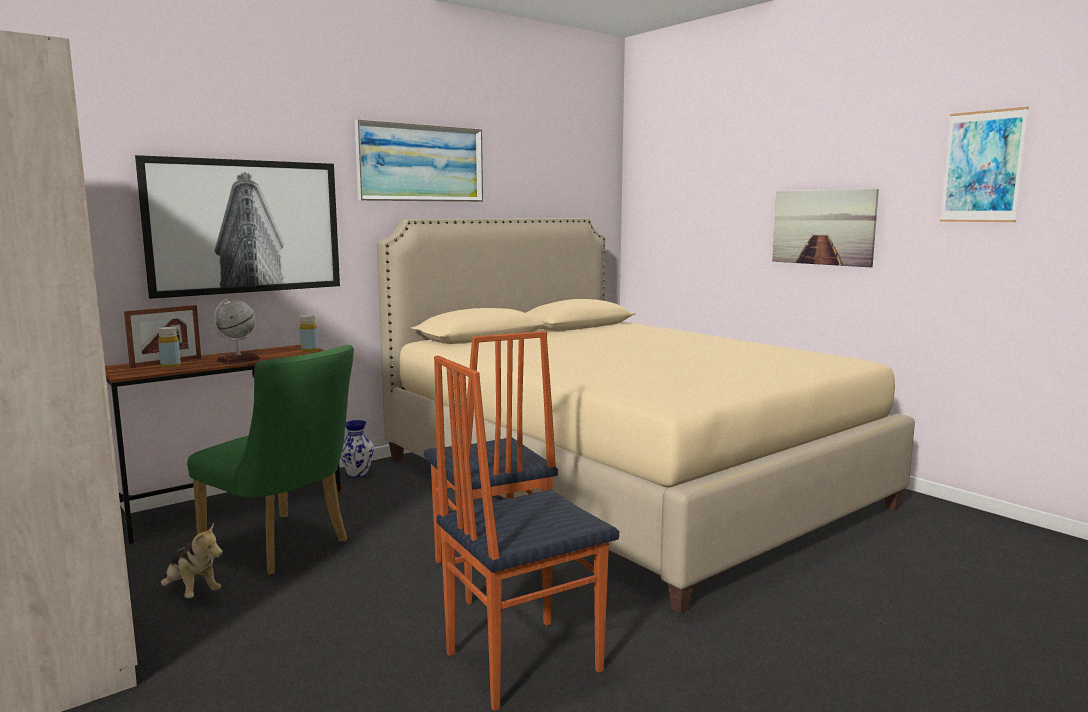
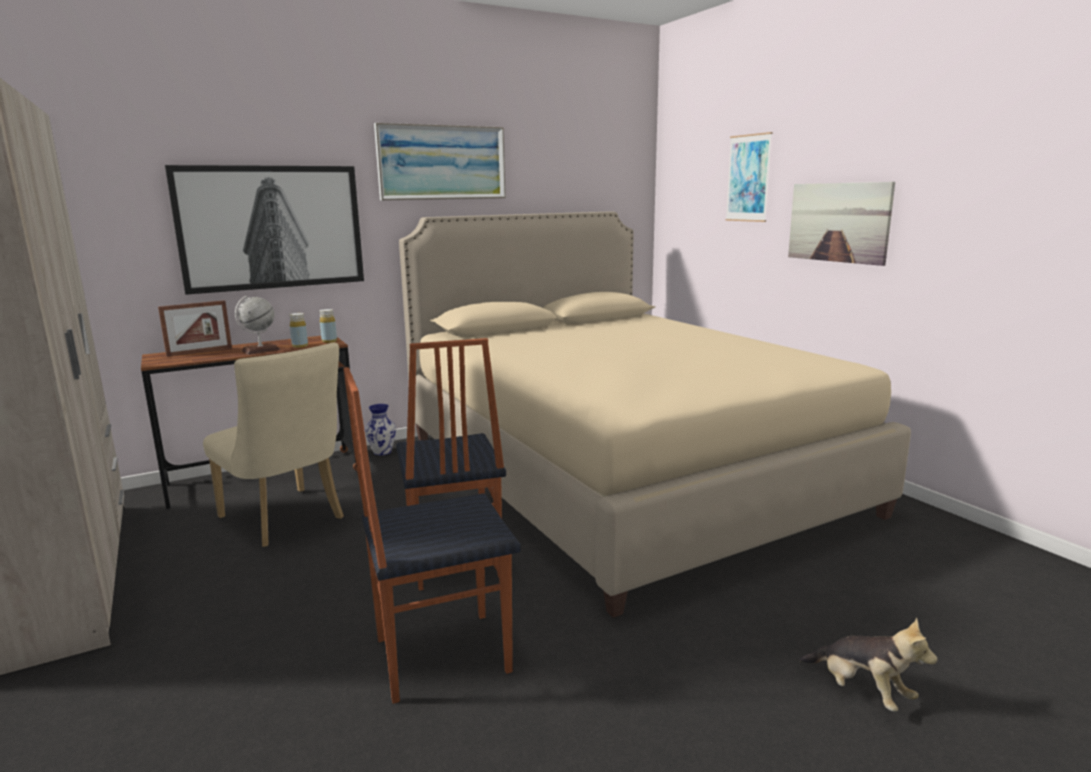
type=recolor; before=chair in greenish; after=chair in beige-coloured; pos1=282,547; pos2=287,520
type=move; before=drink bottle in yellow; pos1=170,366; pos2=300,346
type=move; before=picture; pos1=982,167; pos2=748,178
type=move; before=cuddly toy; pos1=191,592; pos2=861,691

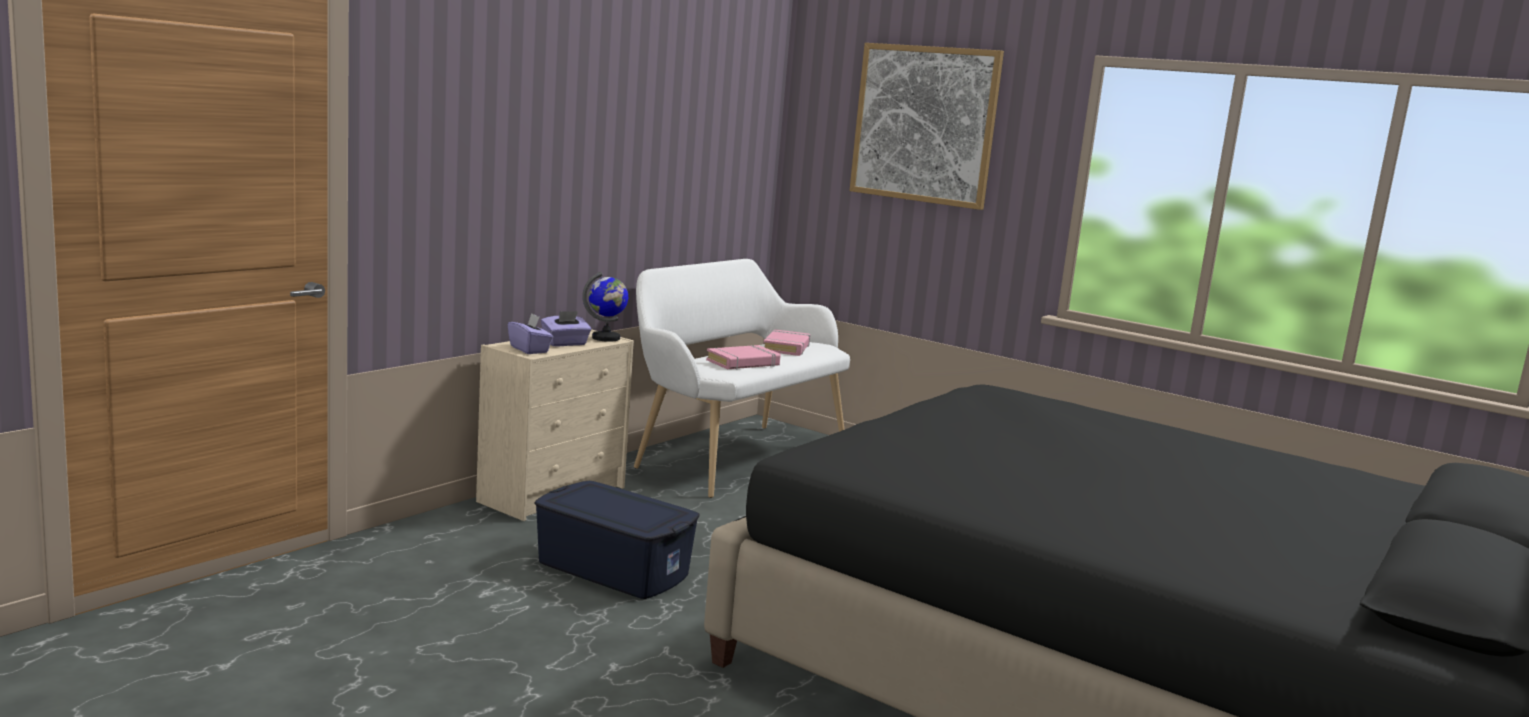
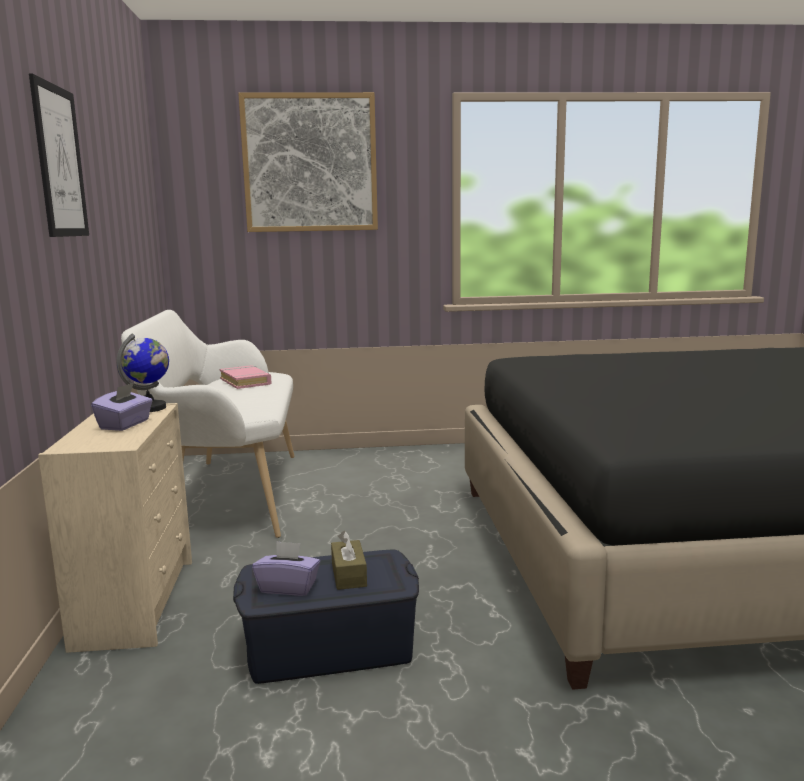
type=insert; after=picture; pos2=60,162
type=move; before=tissue holder in purple-coloured; pos1=529,349; pos2=288,587
type=insert; after=tissue holder in brown; pos2=349,575
type=delete; before=bound book in pinkish; pos1=743,363

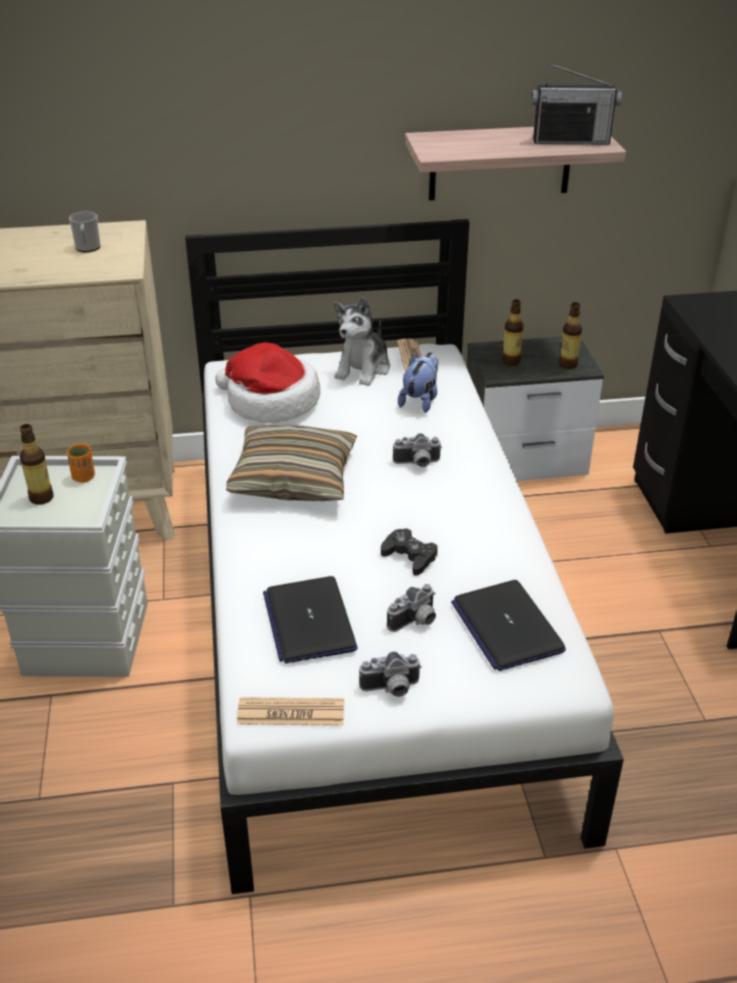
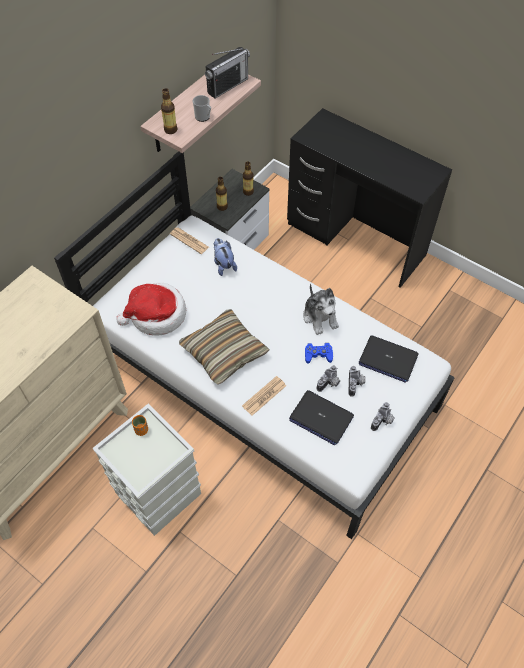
type=move; before=drink bottle; pos1=41,498; pos2=170,130
type=move; before=tea mug; pos1=87,248; pos2=203,117
type=move; before=daily paper; pos1=291,713; pos2=264,396
type=move; before=cuddly toy; pos1=363,369; pos2=320,317
type=recolor; before=joypad in blackish; after=joypad in bluish; pos1=409,557; pos2=318,355
type=move; before=photo camera; pos1=417,464; pos2=329,383

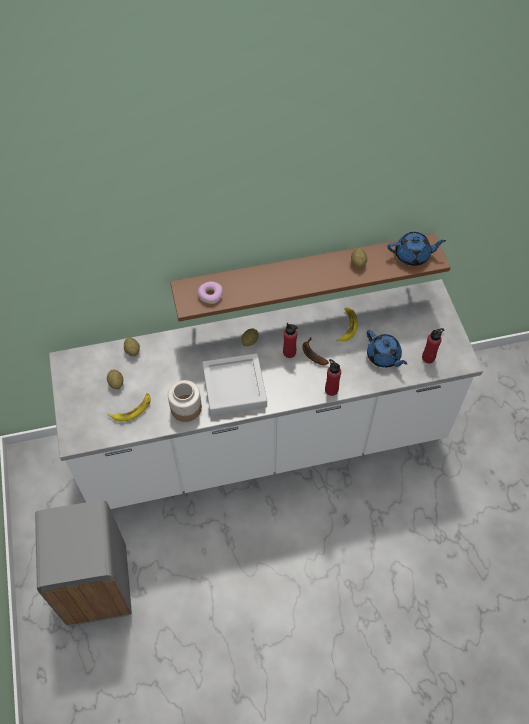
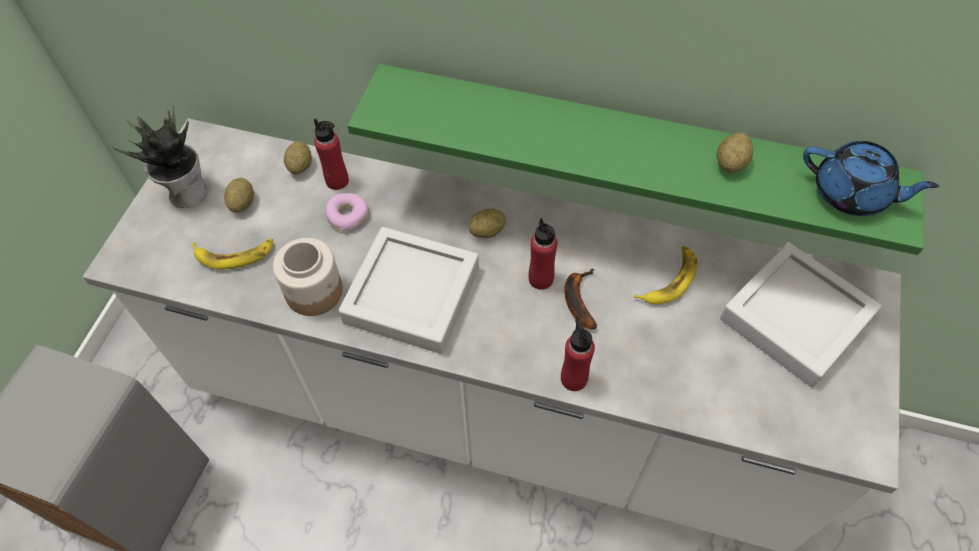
type=insert; after=plant in a pot; pos2=187,192
type=move; before=drink bottle in red-coloured; pos1=428,357; pos2=337,181
type=move; before=donut; pos1=210,295; pos2=347,215
type=recolor; before=bracket shelf in brown; after=bracket shelf in greenish; pos1=304,272; pos2=629,146
type=insert; after=serving tray in grey; pos2=795,318
type=delete; before=pot for tea in bluish; pos1=383,357

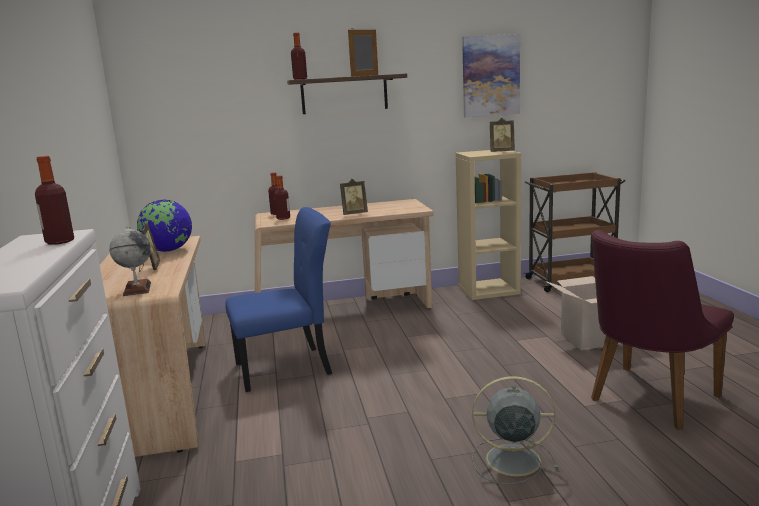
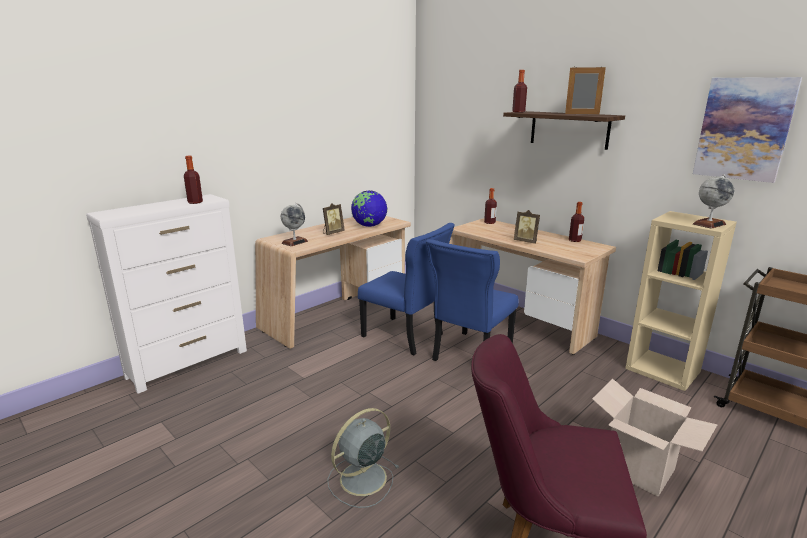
type=rotate; before=fan in grey; pos1=510,460; pos2=361,479; turn=-105
type=insert; after=chair in bluish; pos2=470,355
type=move; before=drink bottle; pos1=283,218; pos2=575,240
type=replace; before=picture frame; after=desk globe; pos1=501,152; pos2=709,224

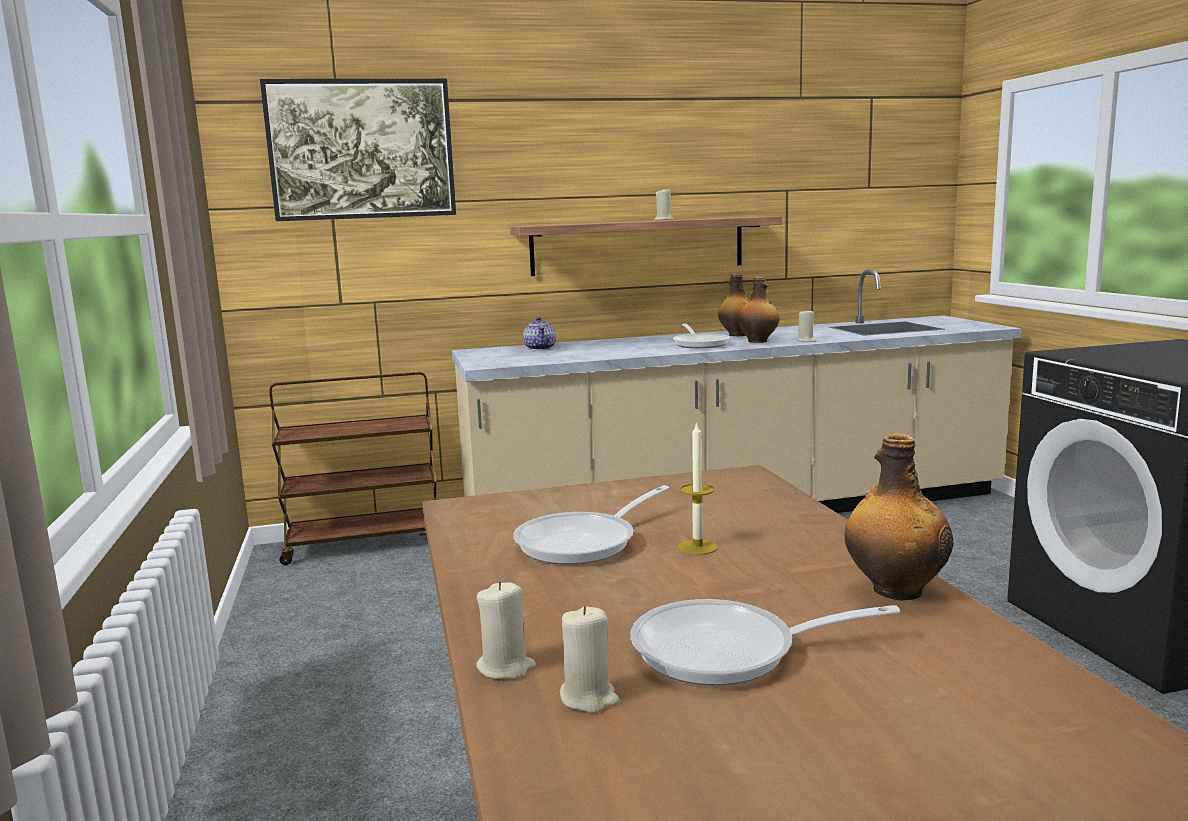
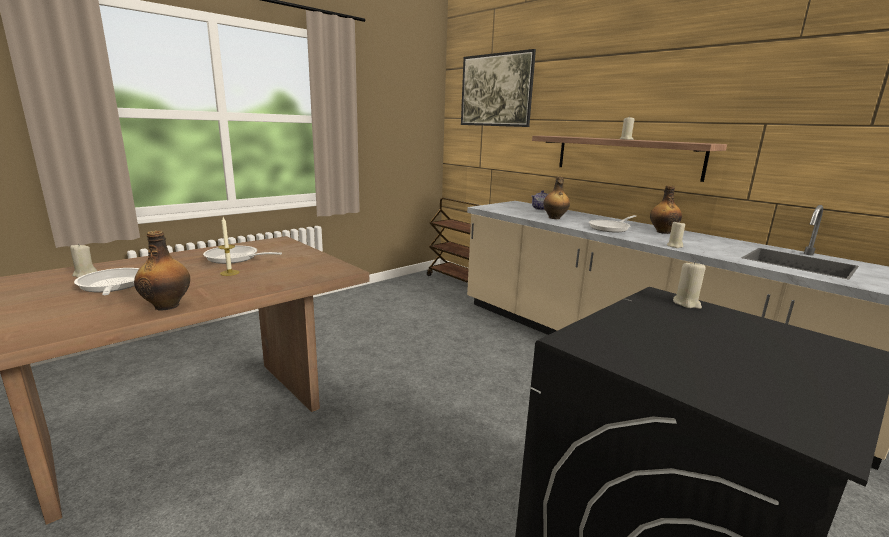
type=move; before=drink bottle; pos1=758,341; pos2=554,218
type=move; before=candle in beige-coloured; pos1=506,667; pos2=686,303

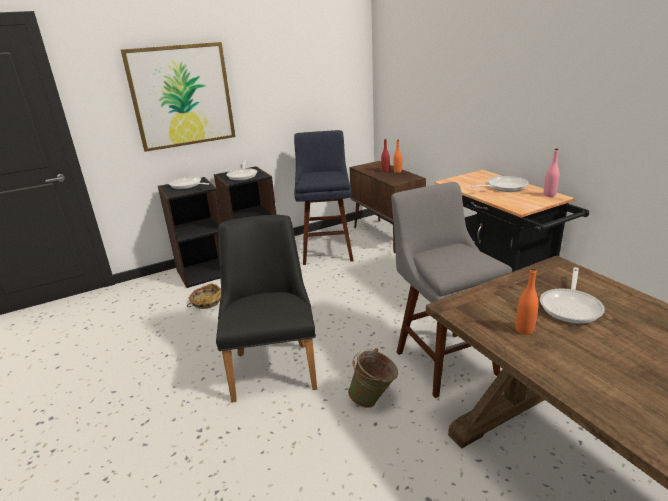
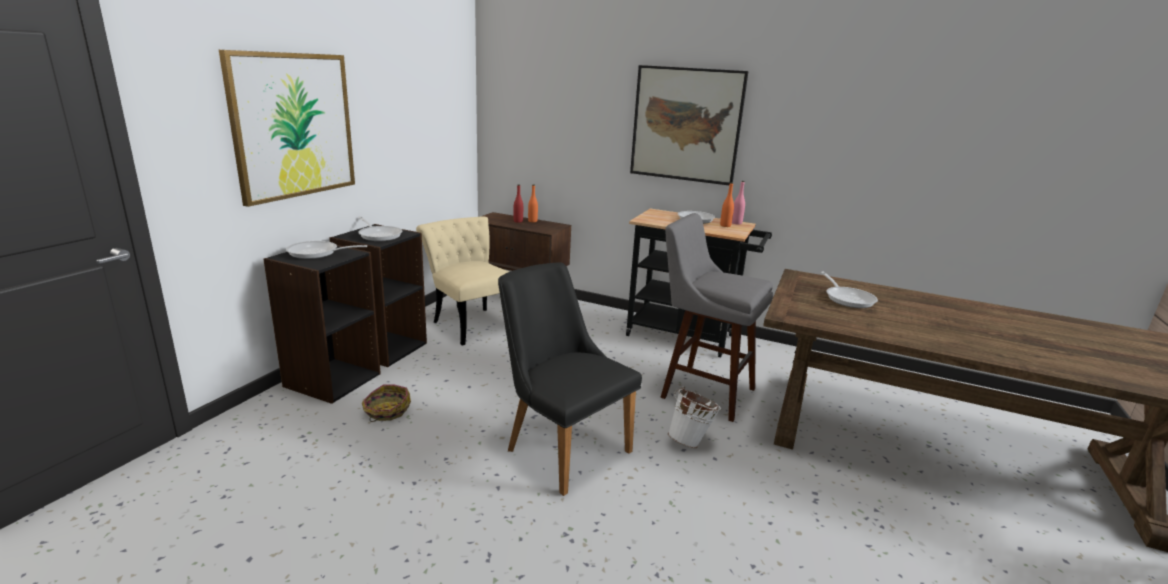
type=replace; before=sitting stool in bluish; after=chair in beige-coloured; pos1=327,250; pos2=470,323
type=insert; after=picture; pos2=686,125
type=recolor; before=bucket in greenish; after=bucket in whitish; pos1=374,400; pos2=691,441
type=move; before=drink bottle in orange; pos1=524,330; pos2=725,225

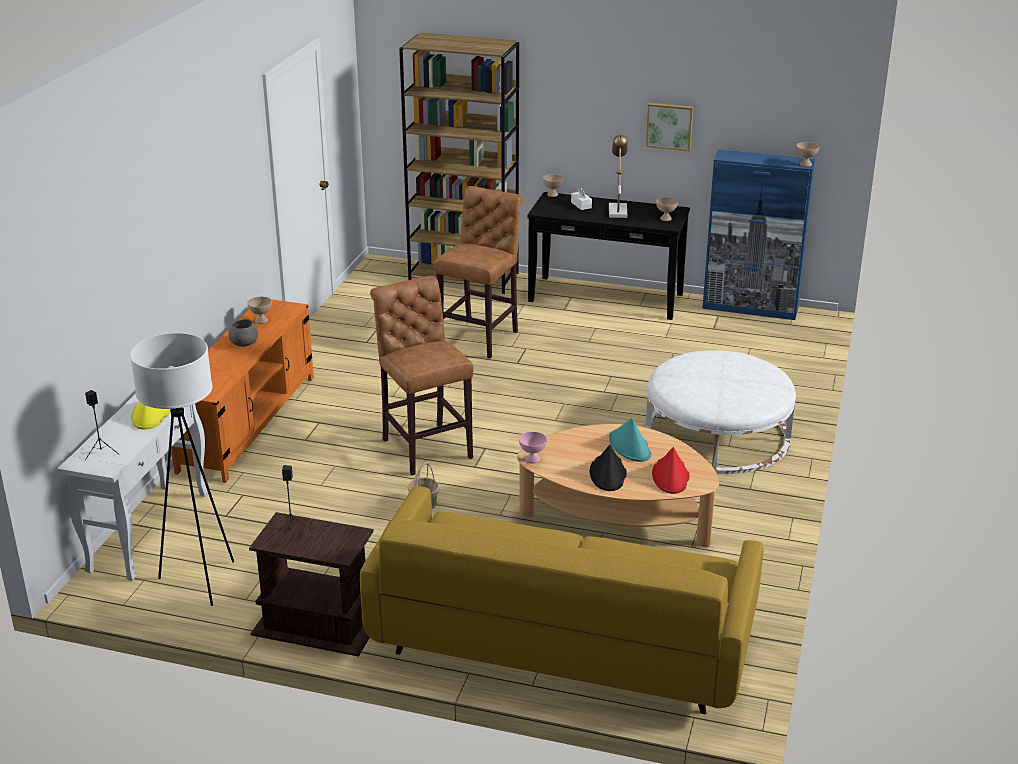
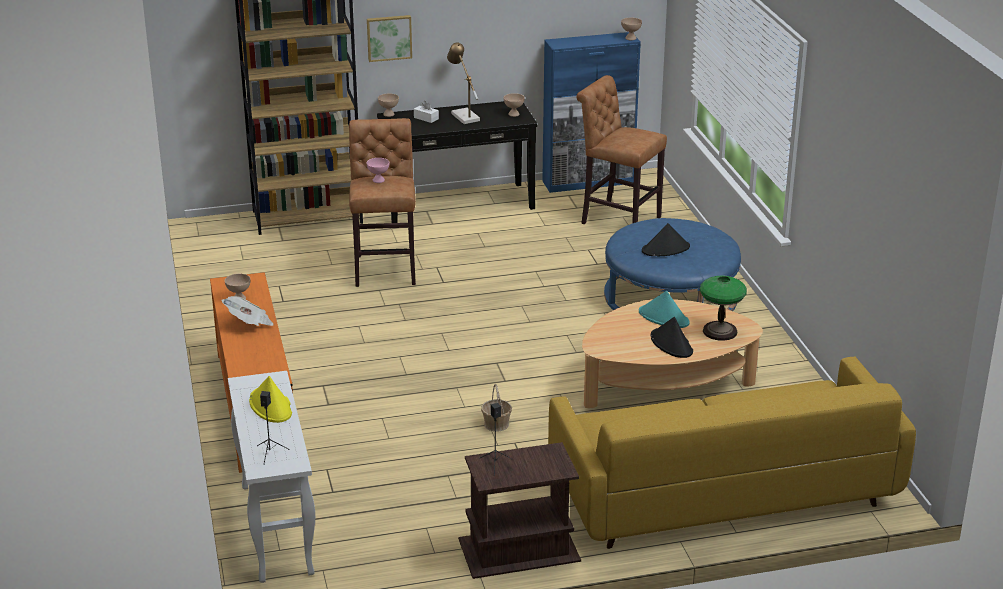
type=replace; before=serving bowl in grey; after=daily paper; pos1=244,343; pos2=249,323
type=move; before=serving bowl in pinkish; pos1=532,459; pos2=378,180
type=move; before=picture; pos1=669,126; pos2=389,37
type=move; before=sitting stool in brown; pos1=425,446; pos2=617,219
type=recolor; before=ottoman in whitish; after=ottoman in bluish; pos1=717,434; pos2=670,295
type=insert; after=clothing hat in blackish; pos2=666,249
type=replace; before=clothing hat in red-coloured; after=lamp for a table; pos1=670,476; pos2=720,331
type=delete; before=floor lamp in whitish; pos1=200,581

